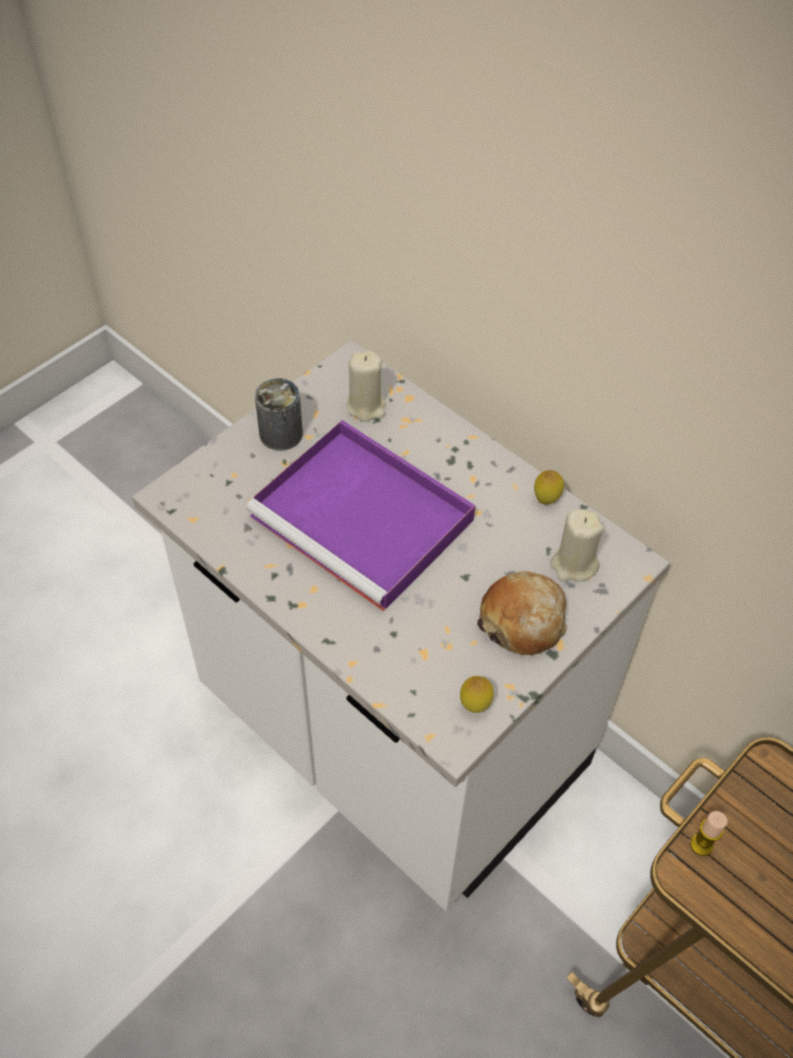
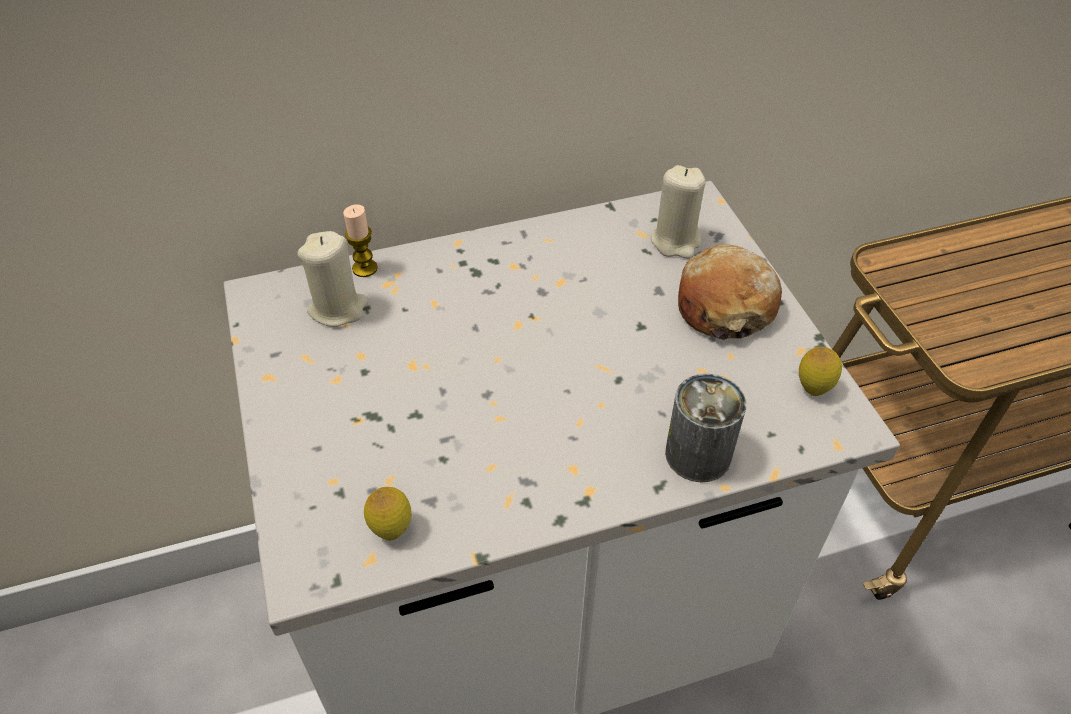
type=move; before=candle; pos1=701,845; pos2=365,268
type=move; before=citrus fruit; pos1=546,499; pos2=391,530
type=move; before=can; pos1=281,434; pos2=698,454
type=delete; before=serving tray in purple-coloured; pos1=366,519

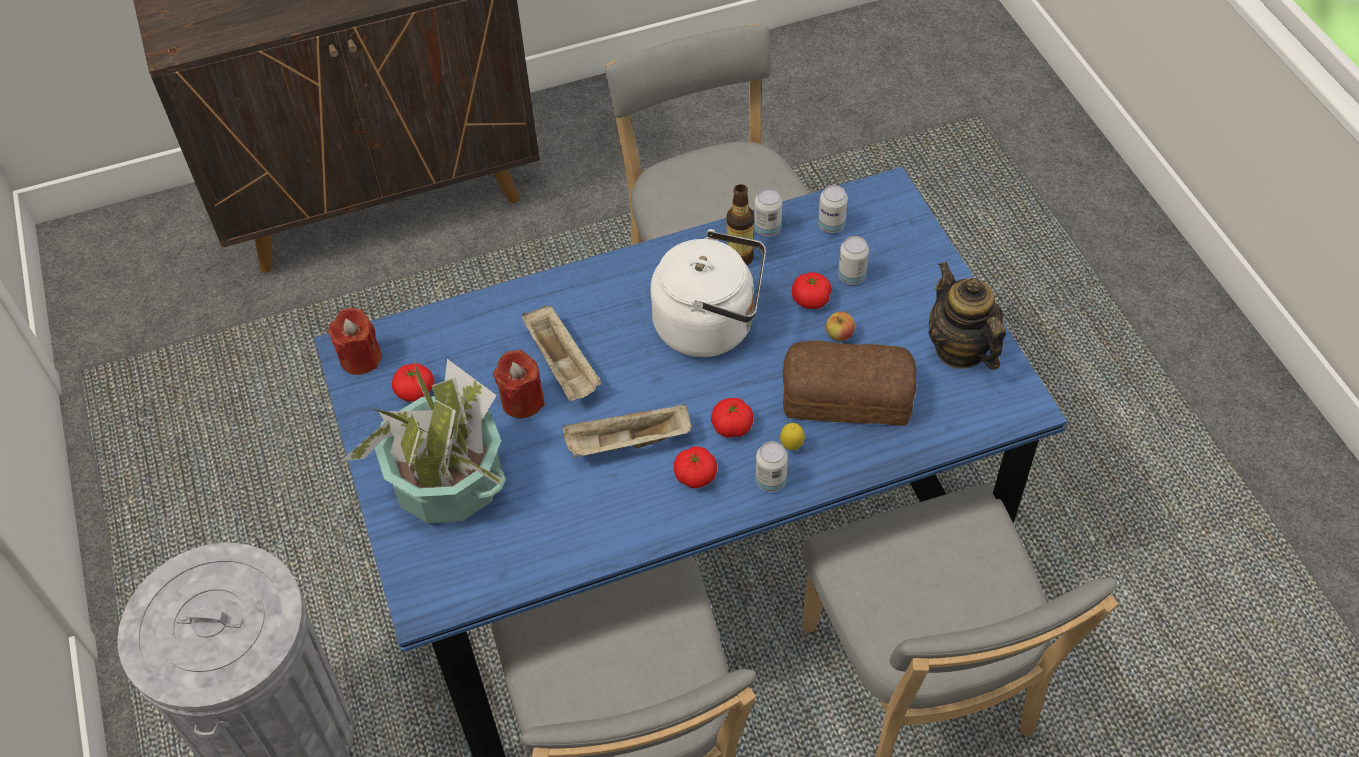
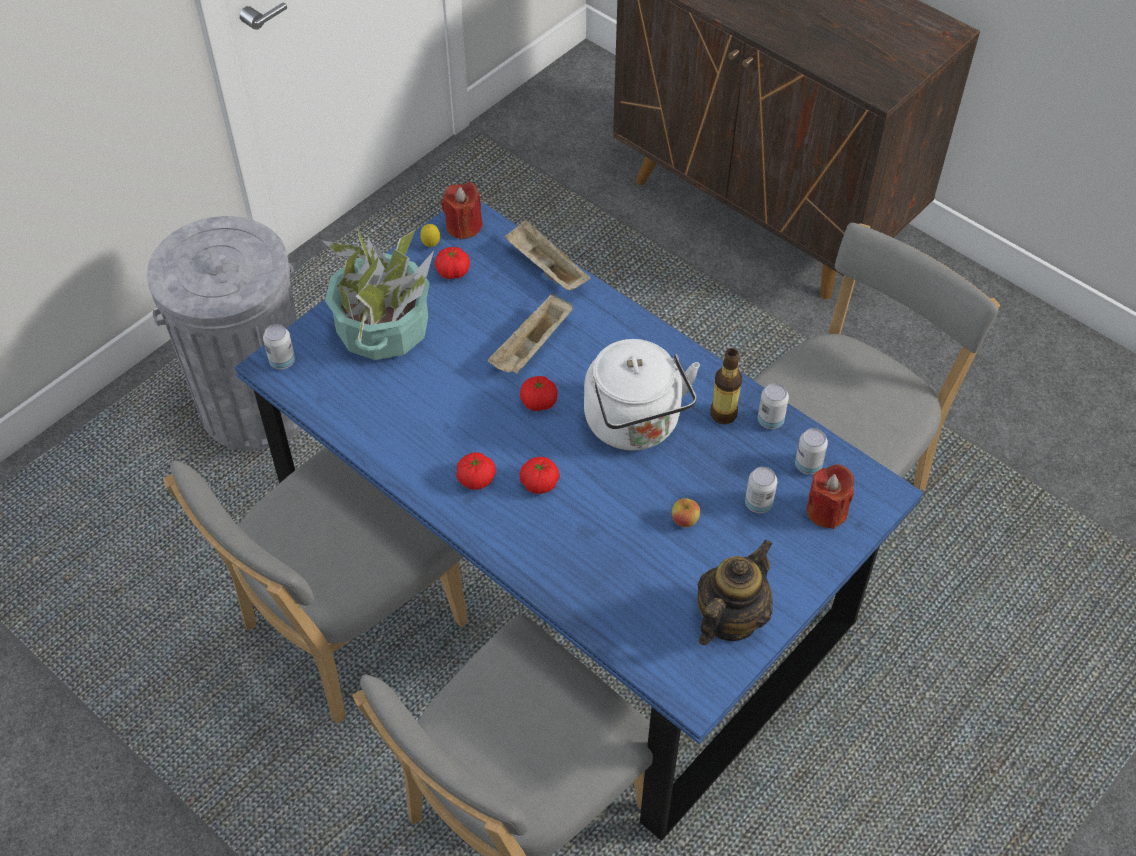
type=move; before=can; pos1=770,481; pos2=282,361
type=move; before=citrus fruit; pos1=791,446; pos2=431,245
type=move; before=serving tray in beige-coloured; pos1=627,444; pos2=545,268
type=move; before=fresh tomato; pos1=811,300; pos2=539,402
type=move; before=candle in red-coloured; pos1=522,401; pos2=827,511
type=delete; before=baked bread; pos1=845,394

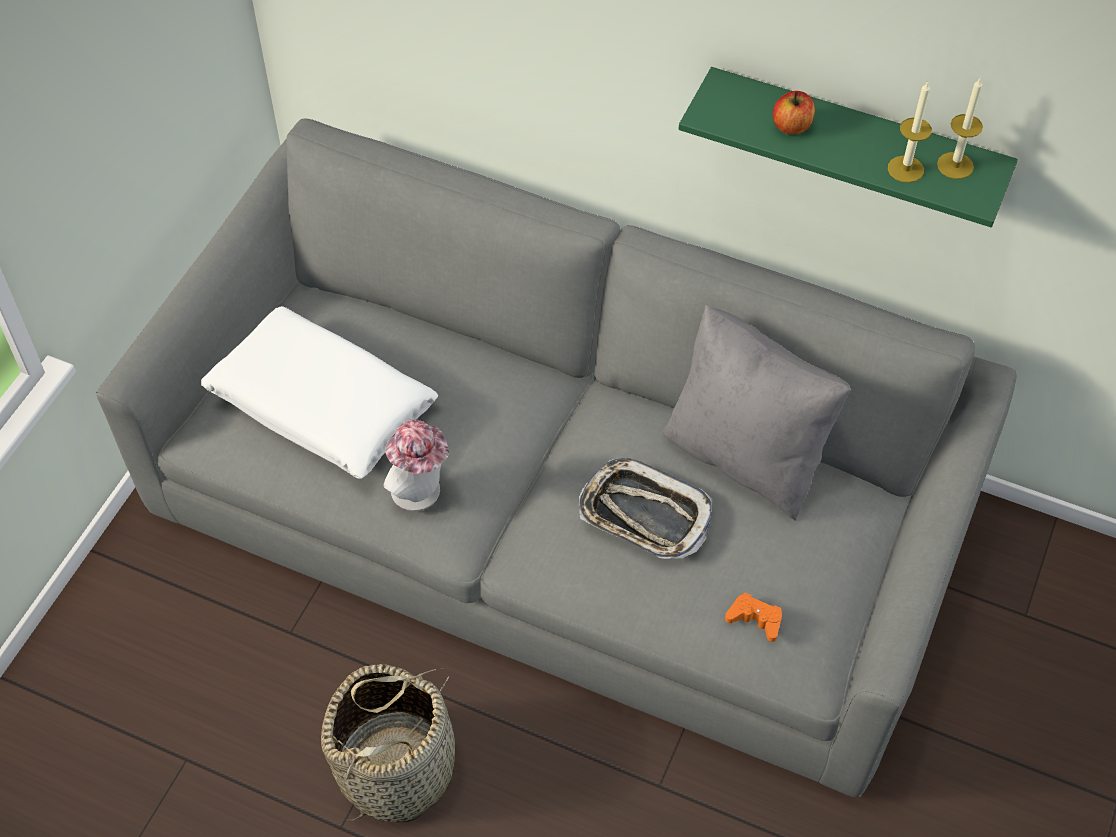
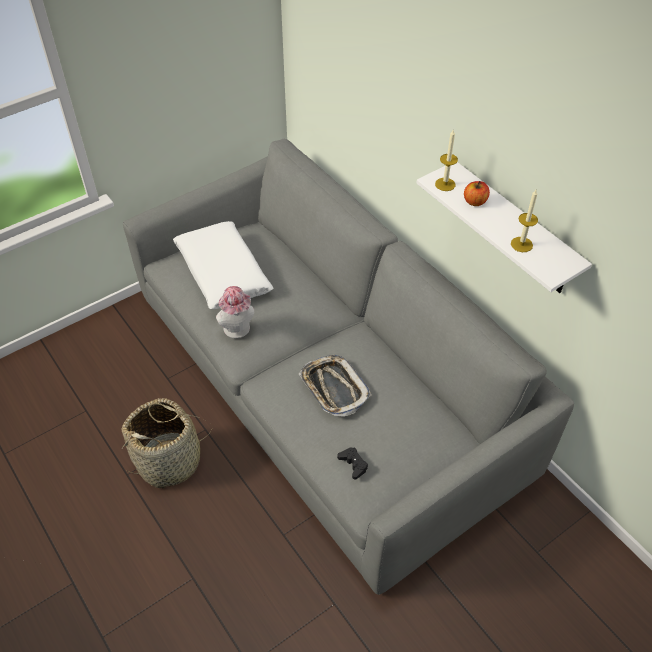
type=recolor; before=joypad in orange; after=joypad in blackish; pos1=755,619; pos2=353,464
type=recolor; before=bracket shelf in greenish; after=bracket shelf in whitish; pos1=853,146; pos2=514,230
type=move; before=candle; pos1=955,165; pos2=445,184
type=delete; before=cushion in grey; pos1=746,455

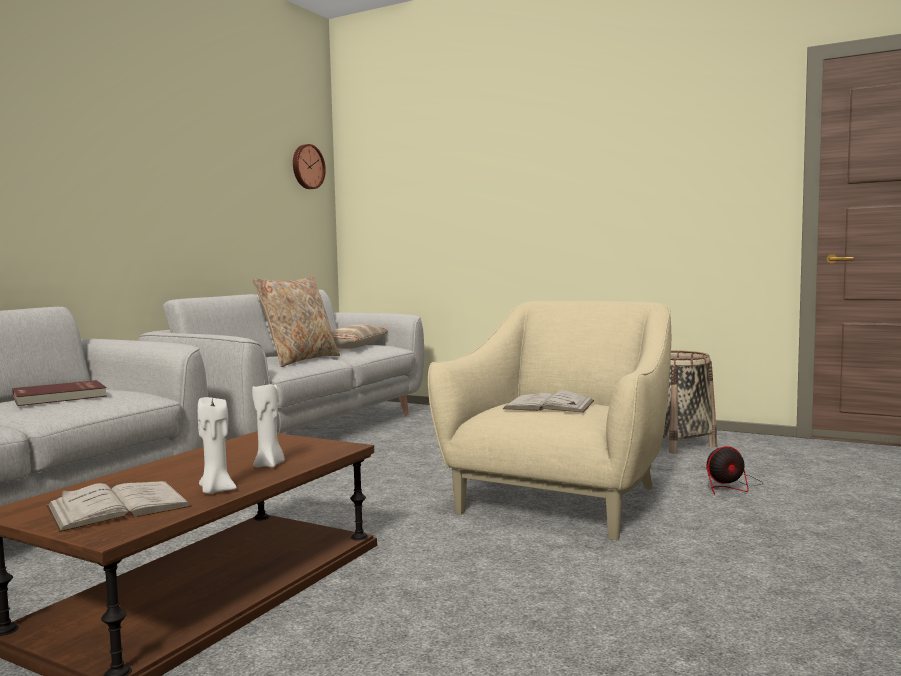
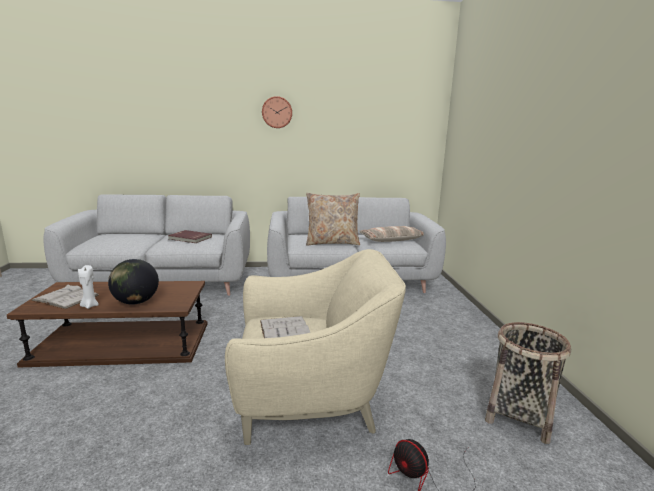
type=replace; before=candle in whitish; after=desk globe; pos1=270,465; pos2=136,302
type=move; before=wall clock; pos1=307,167; pos2=277,112

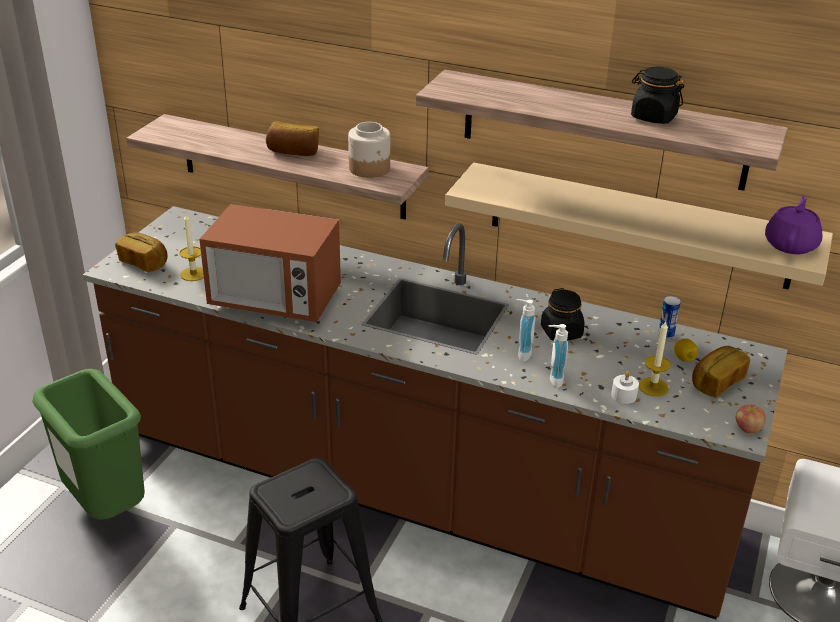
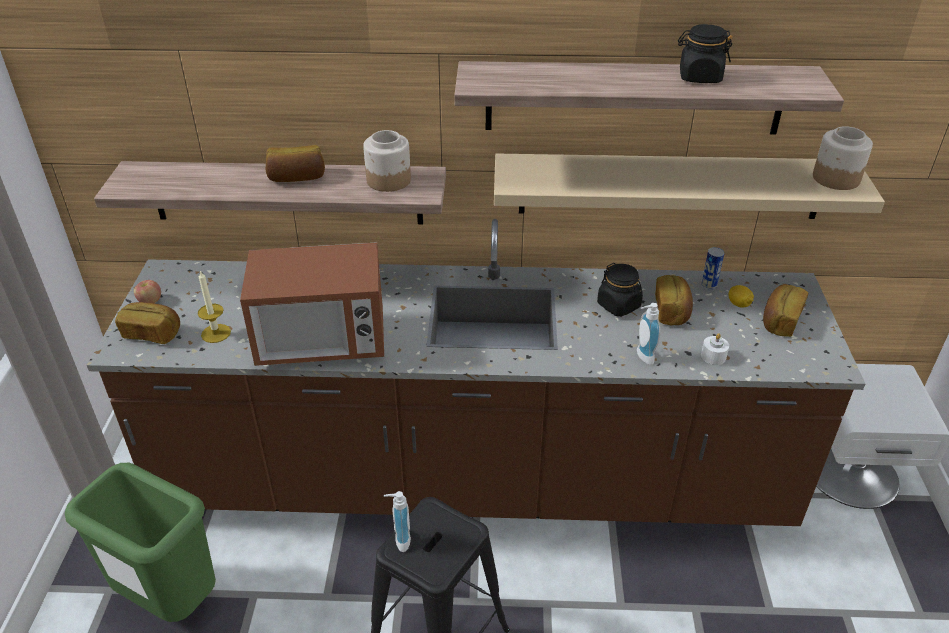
type=move; before=apple; pos1=747,429; pos2=150,301
type=move; before=soap bottle; pos1=521,353; pos2=399,540
type=insert; after=baked bread; pos2=672,311
type=replace; before=pot for tea in purple-coloured; after=jar; pos1=791,244; pos2=835,178
type=delete; before=candle; pos1=653,387

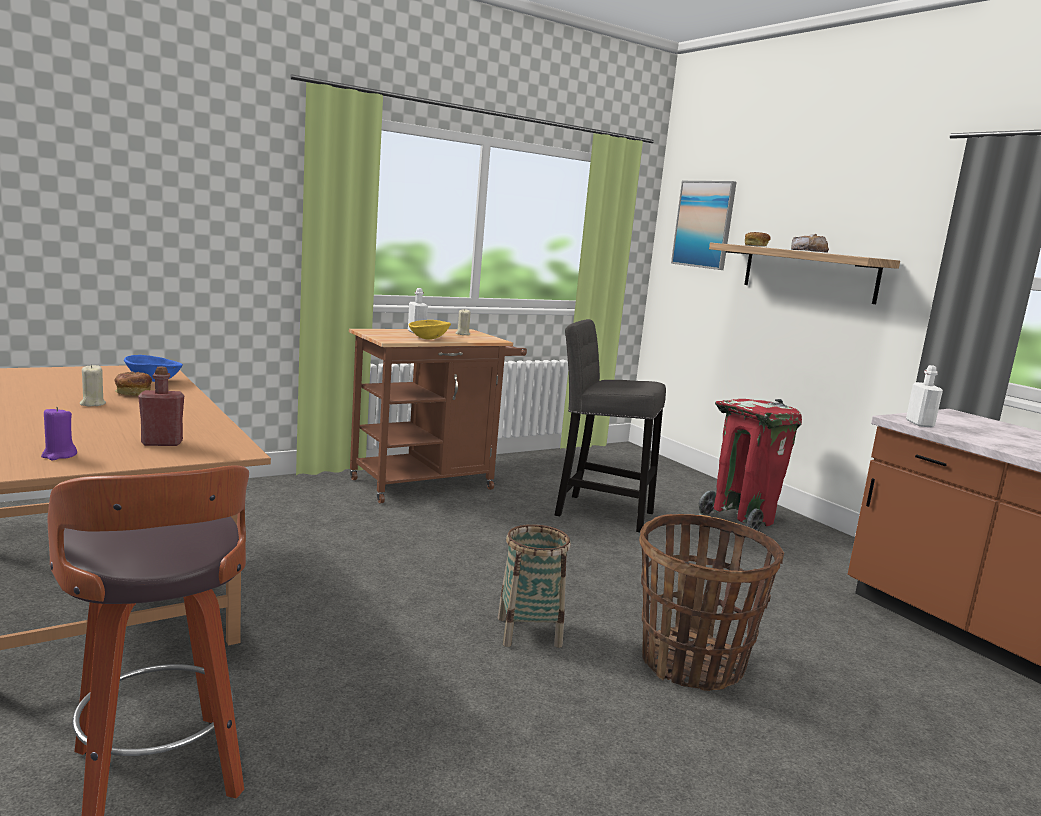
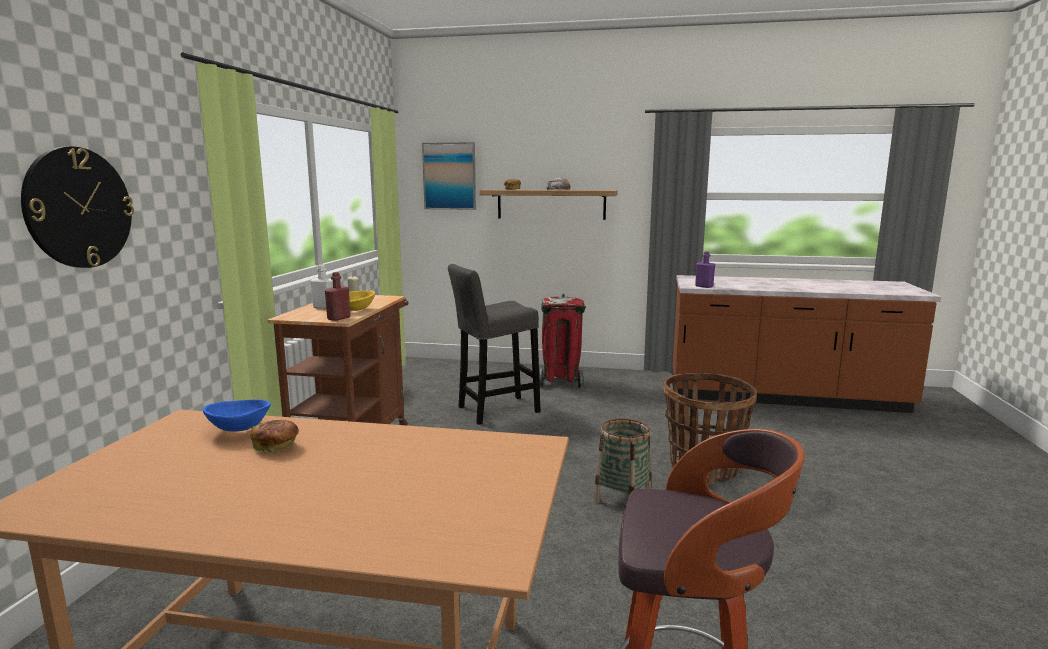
type=insert; after=wall clock; pos2=79,208
type=move; before=drink bottle in red-coloured; pos1=162,443; pos2=339,318
type=recolor; before=drink bottle in whitish; after=drink bottle in purple-coloured; pos1=919,424; pos2=704,286
type=delete; before=candle in purple-coloured; pos1=59,455
type=delete; before=candle in beige-coloured; pos1=92,404

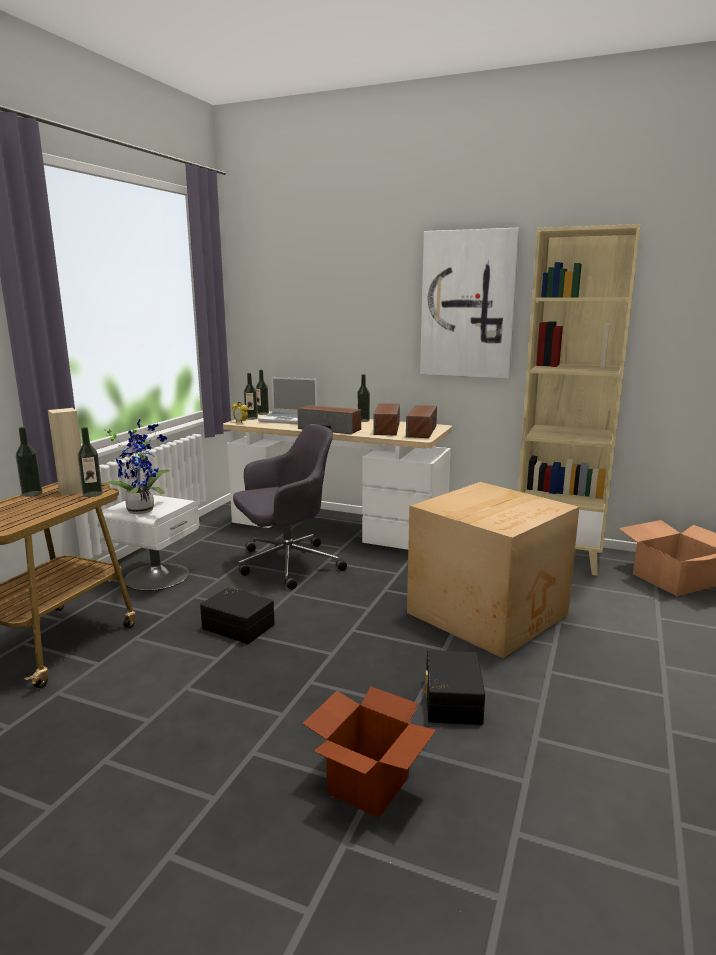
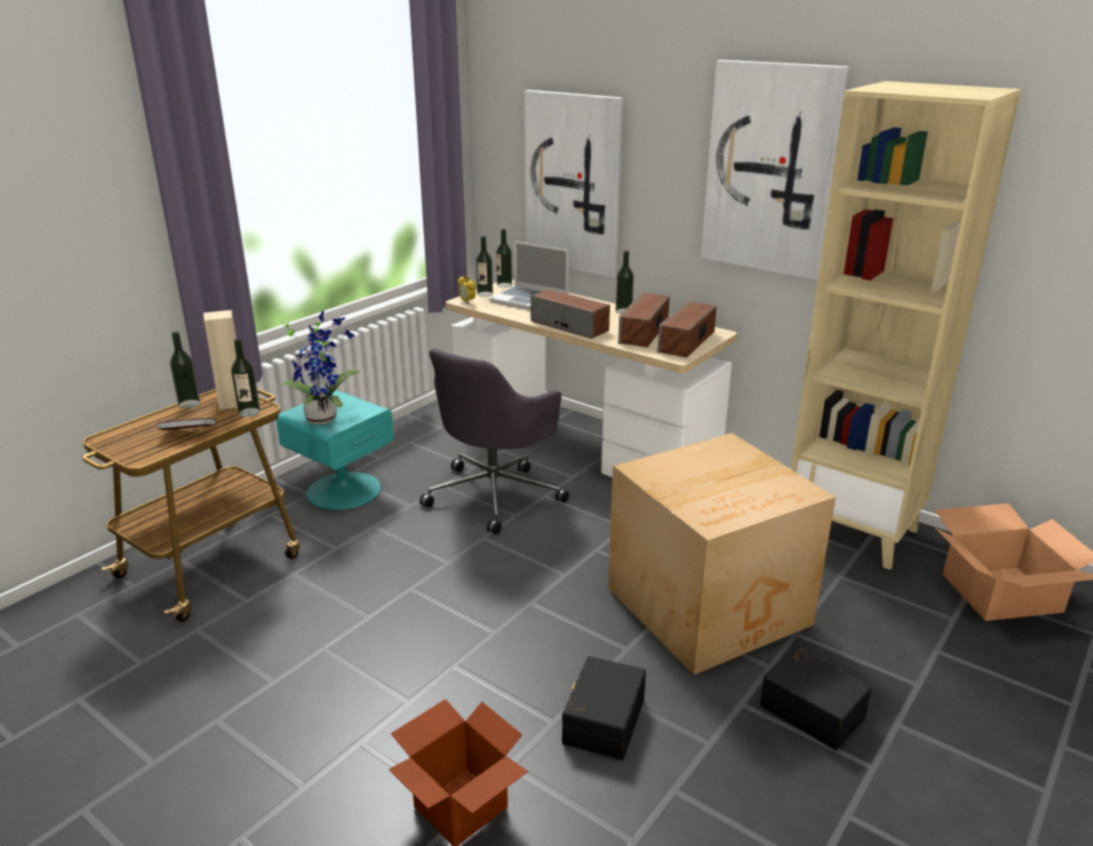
type=insert; after=bound book; pos2=189,434
type=recolor; before=nightstand in whitish; after=nightstand in turquoise-coloured; pos1=156,576; pos2=343,490
type=rotate; before=computer chair in grey; pos1=286,564; pos2=495,494; turn=135
type=insert; after=picture; pos2=573,183
type=move; before=storage container in blackish; pos1=239,626; pos2=813,709

